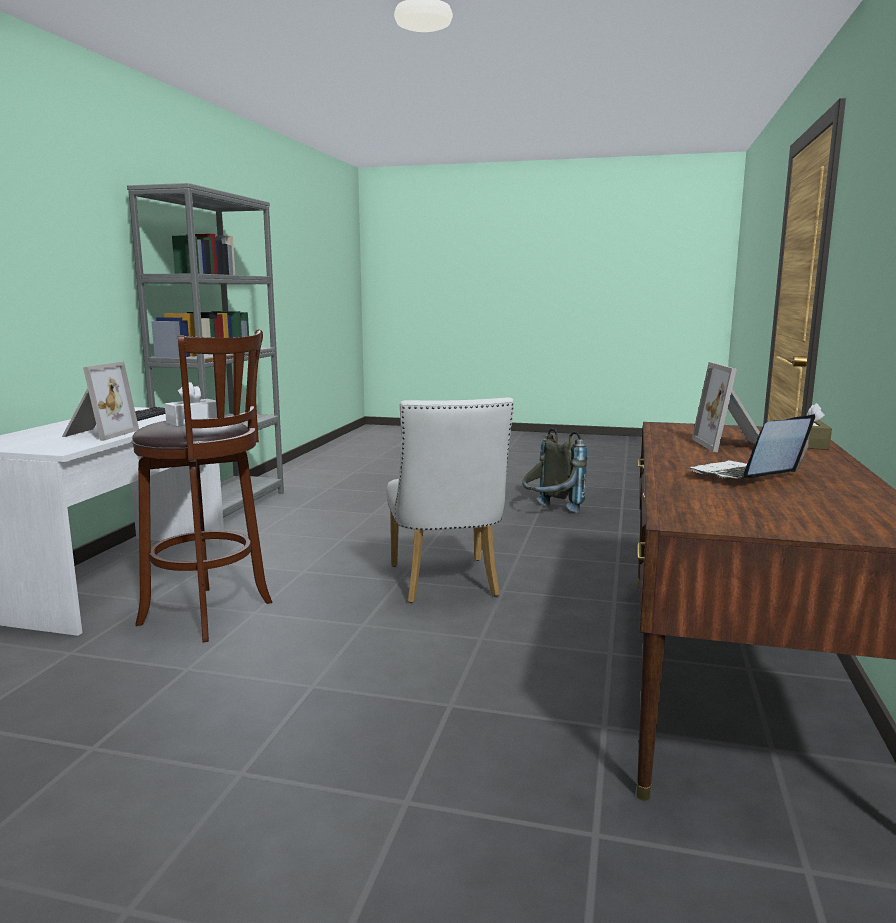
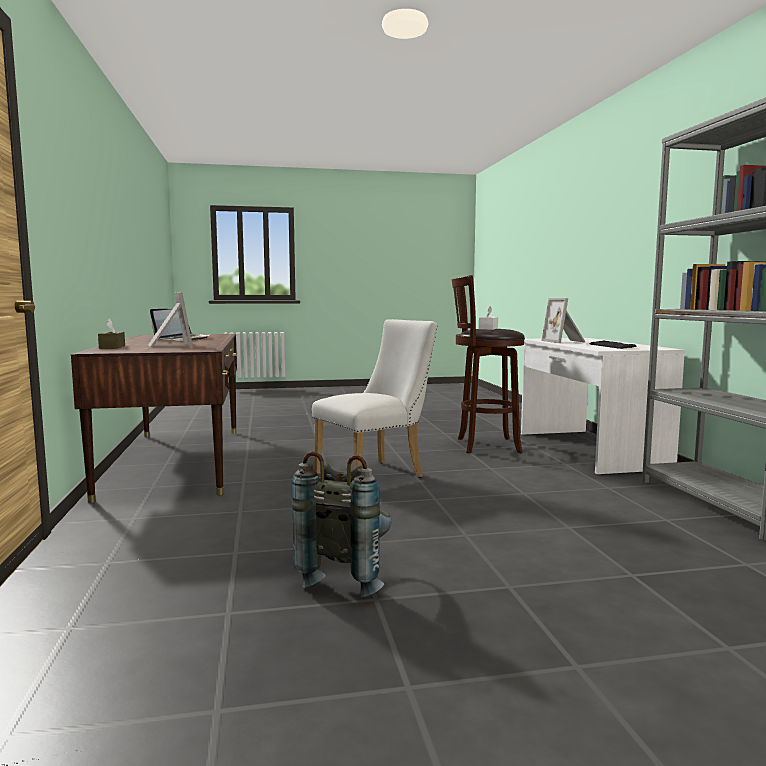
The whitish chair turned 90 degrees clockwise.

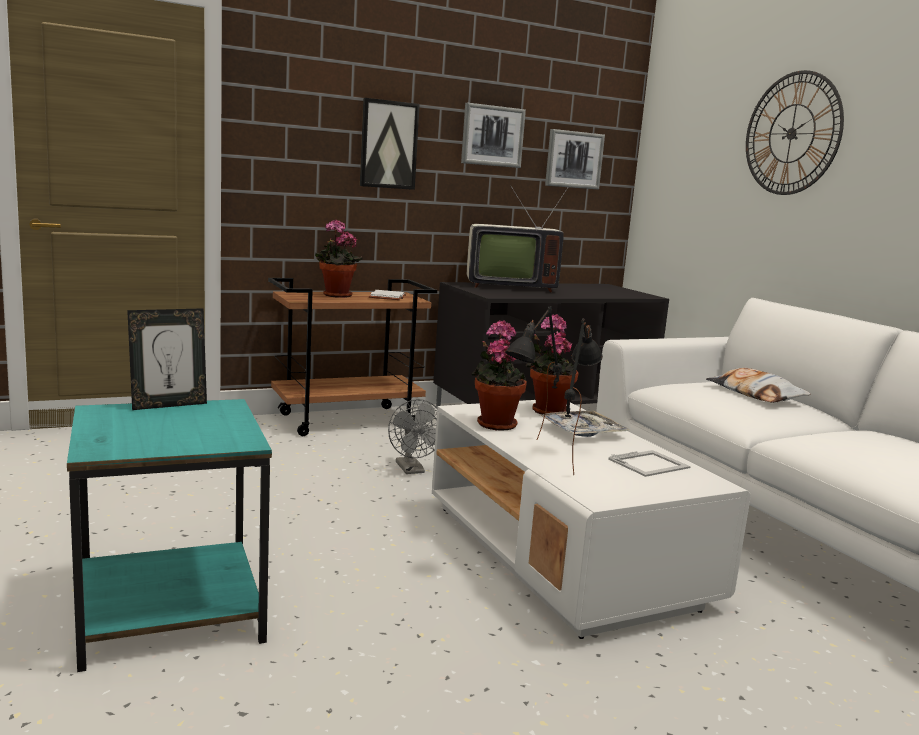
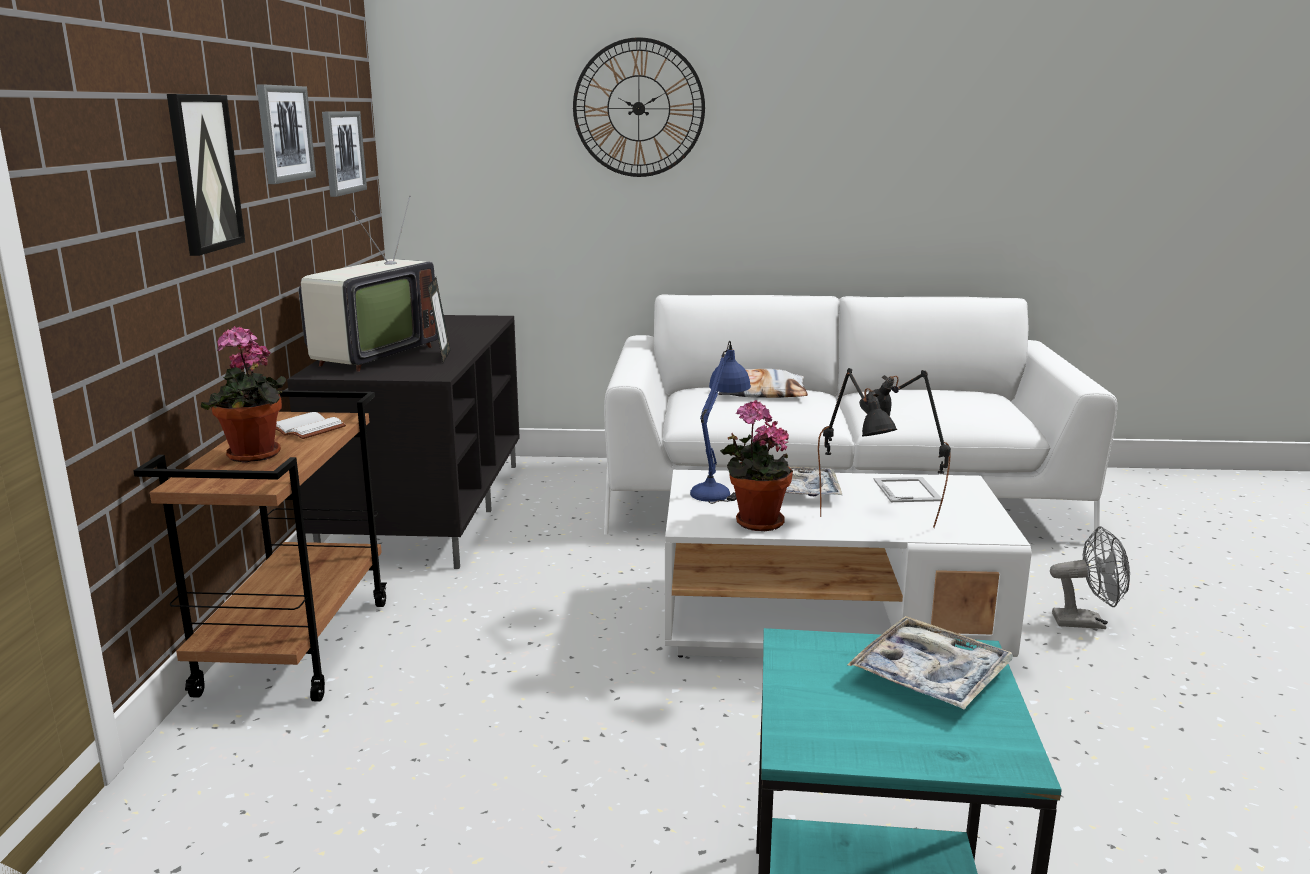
The carrying tray (2nd from left) appeared.
The picture frame (1st from left) moved.
The grey cooling fan moved.
The plant in a pot (3rd from left) was replaced by the blue-coloured table lamp.

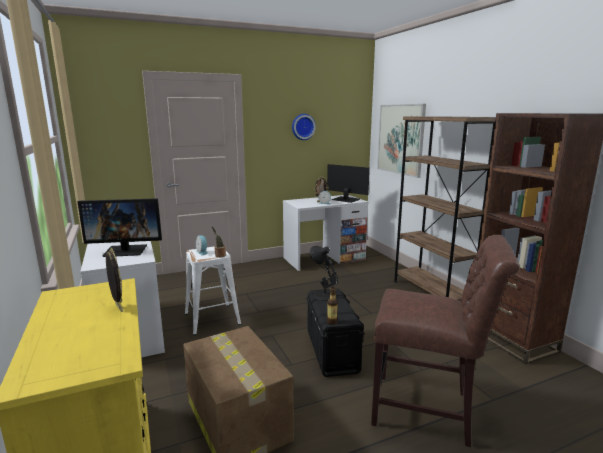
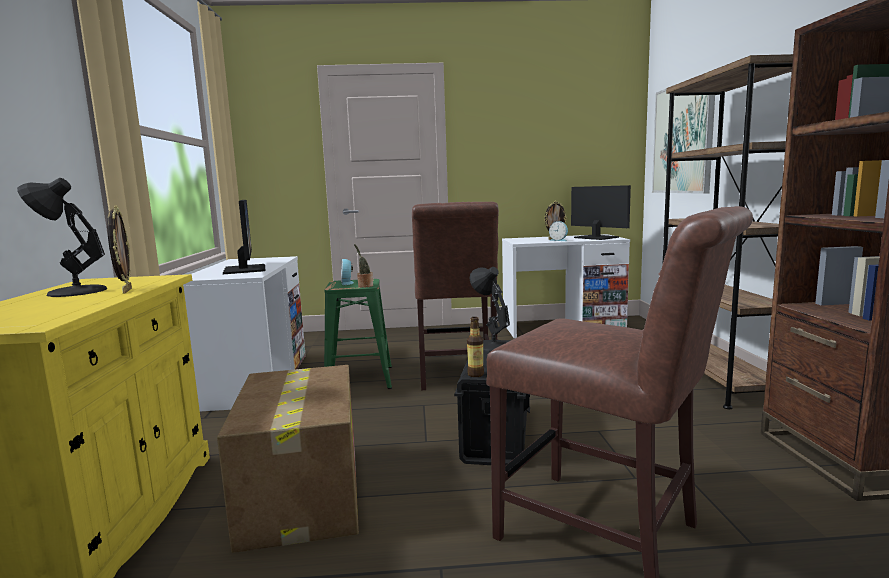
The clock on the wall disappeared.
The blackish table lamp (1st from left) appeared.
The brown-coloured chair (1st from left) appeared.
The whitish stool became the green stool.
The monitor (1st from left) turned 120 degrees counterclockwise.

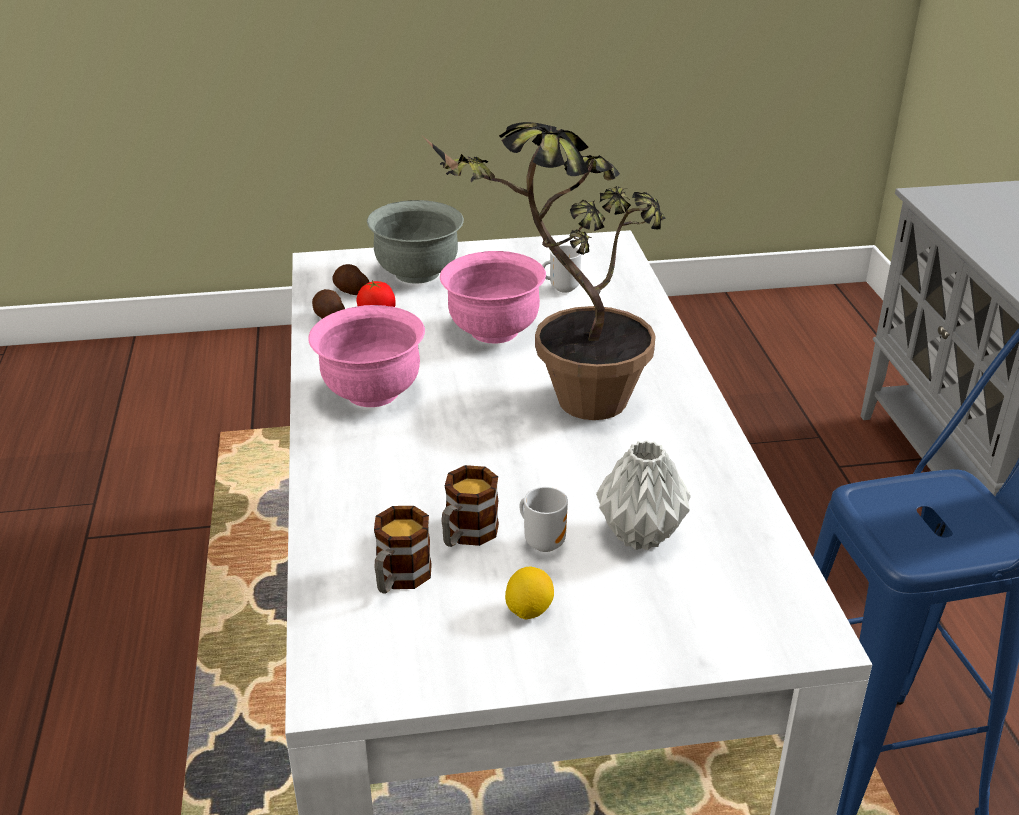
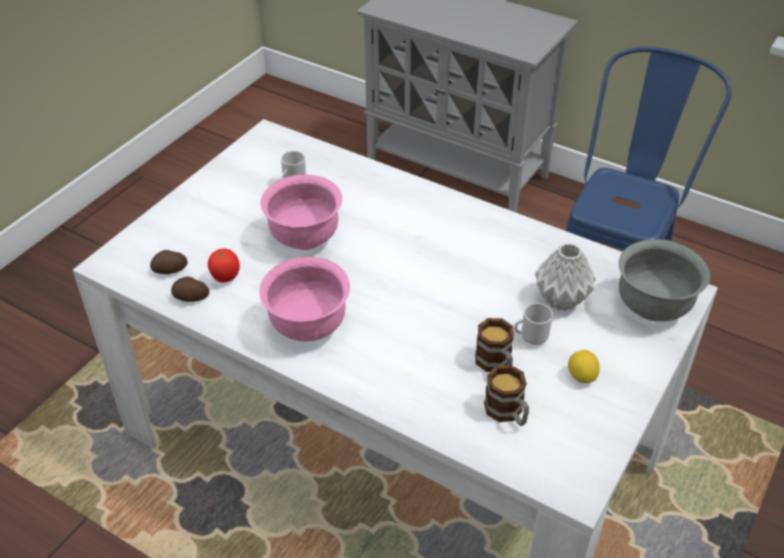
The plant in a pot disappeared.
The grey deep dish moved.

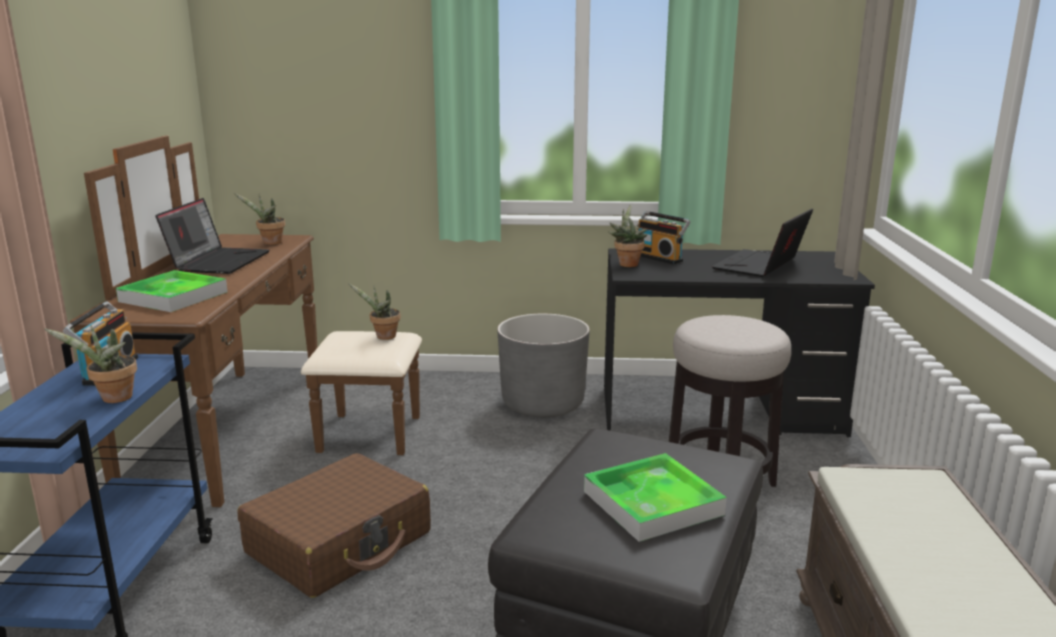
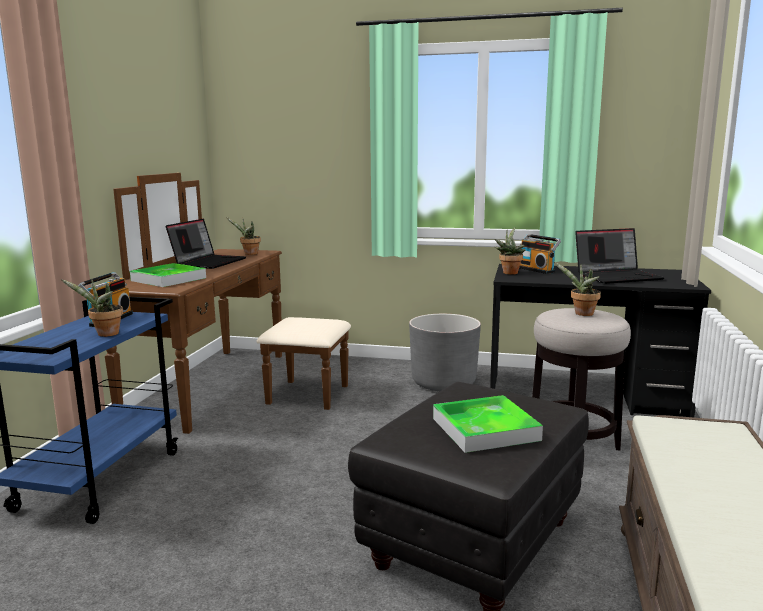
The brown-coloured suitcase disappeared.
The plant in a pot (3rd from left in the first image) moved.
The portable computer (2nd from left) turned 150 degrees counterclockwise.

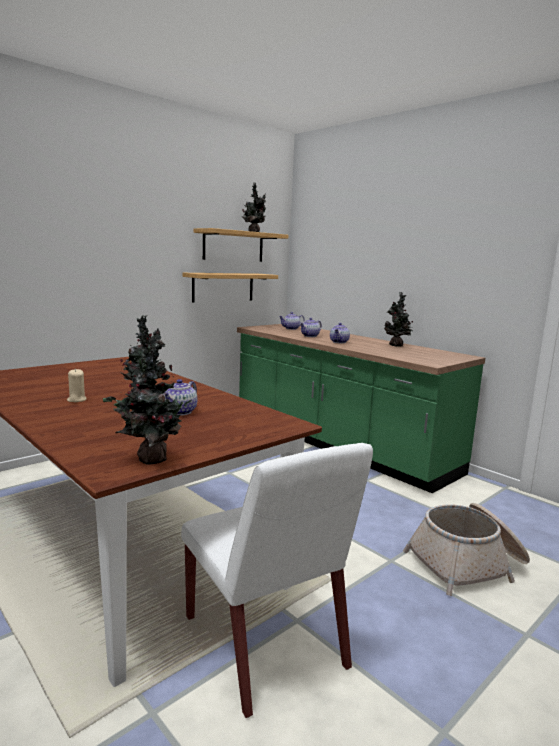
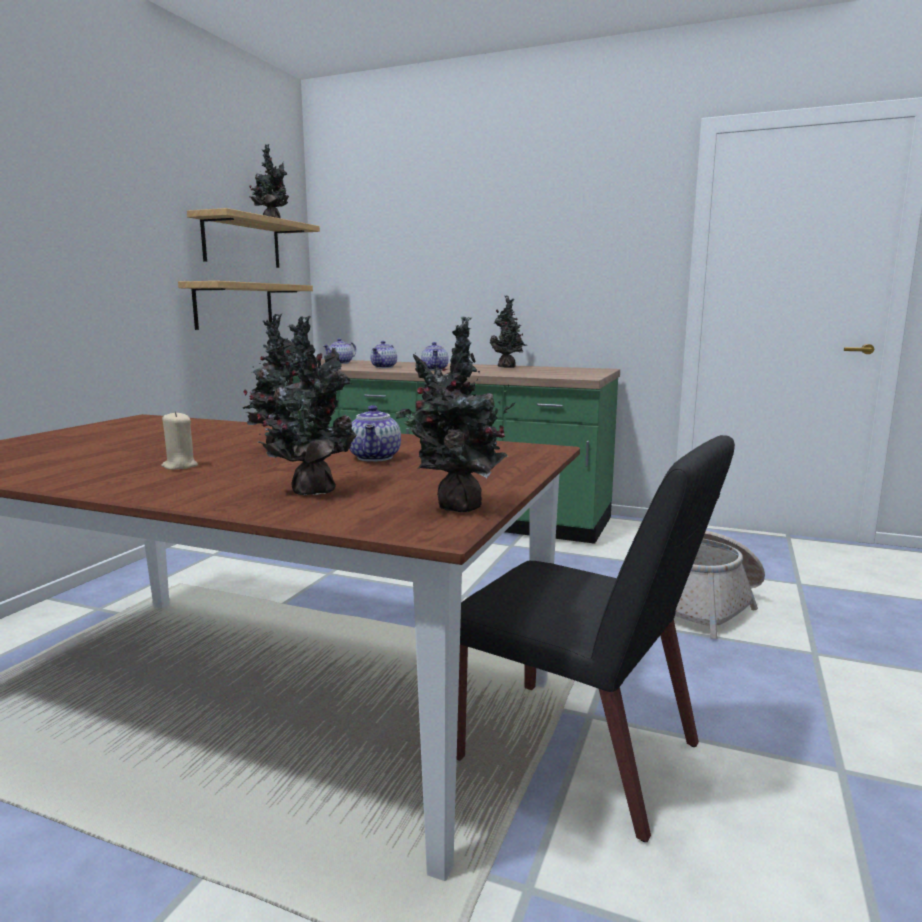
The plant in a pot (3rd from left) appeared.
The whitish chair became the blackish chair.

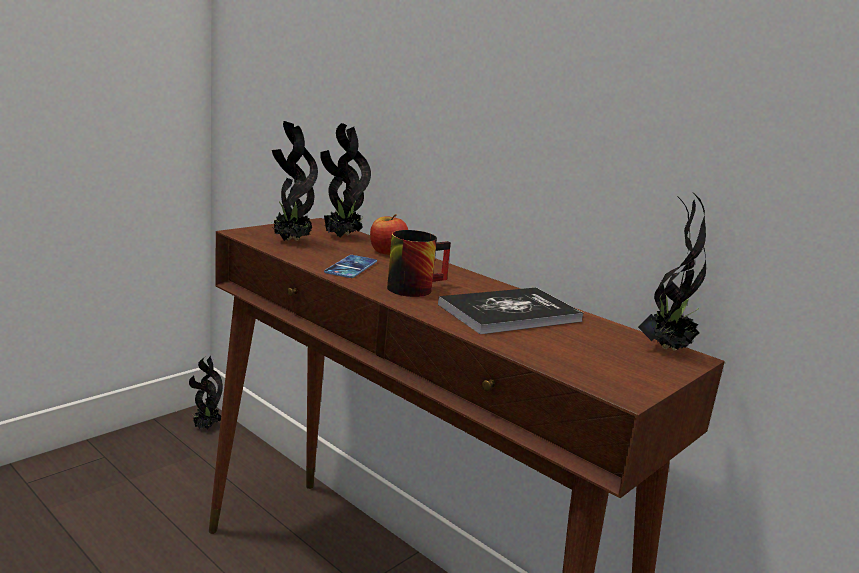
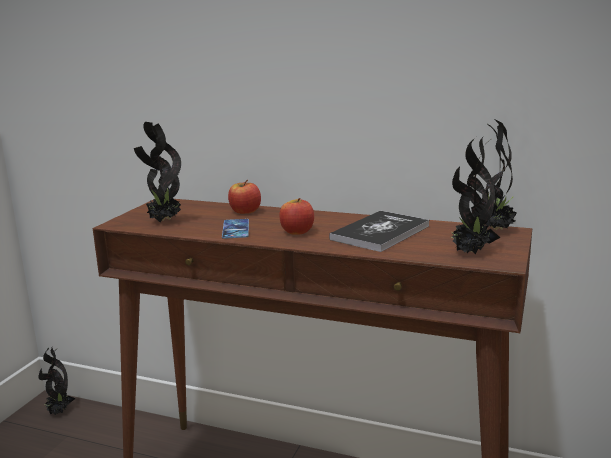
The plant in a pot (3rd from left) moved.
The coffee mug was replaced by the apple fruit (2nd from left).

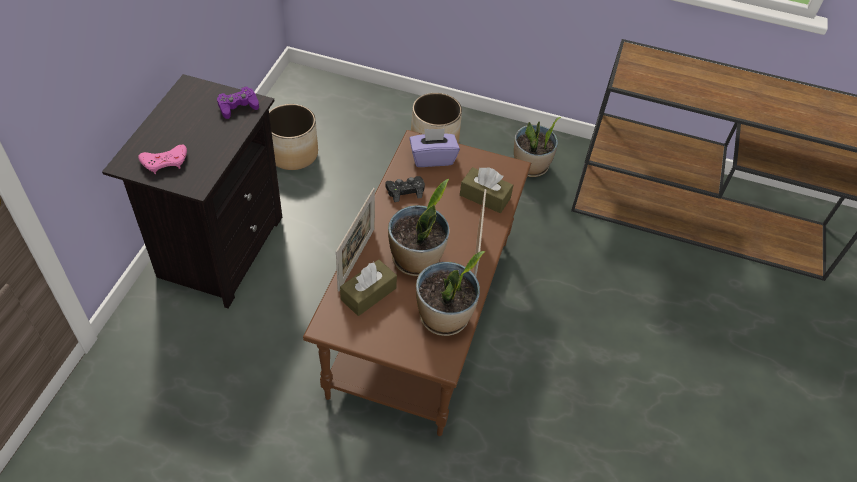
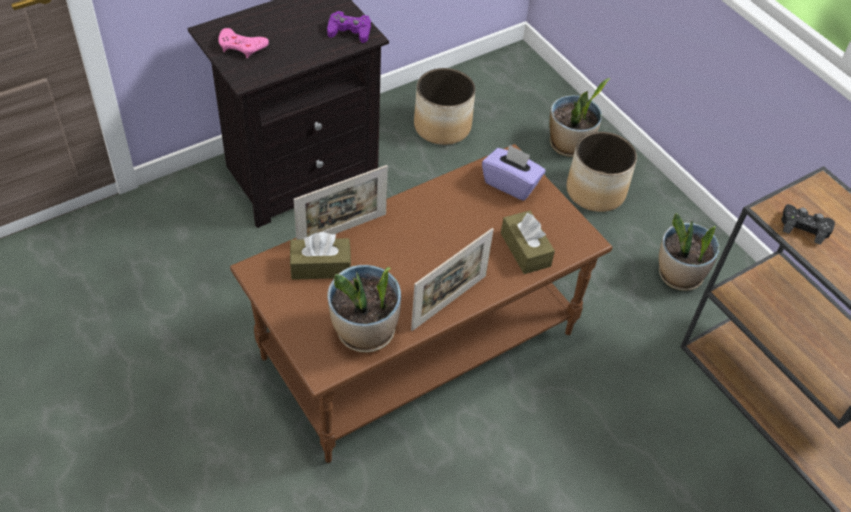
The blackish joypad moved.
The plant in a pot (1st from left in the first image) moved.

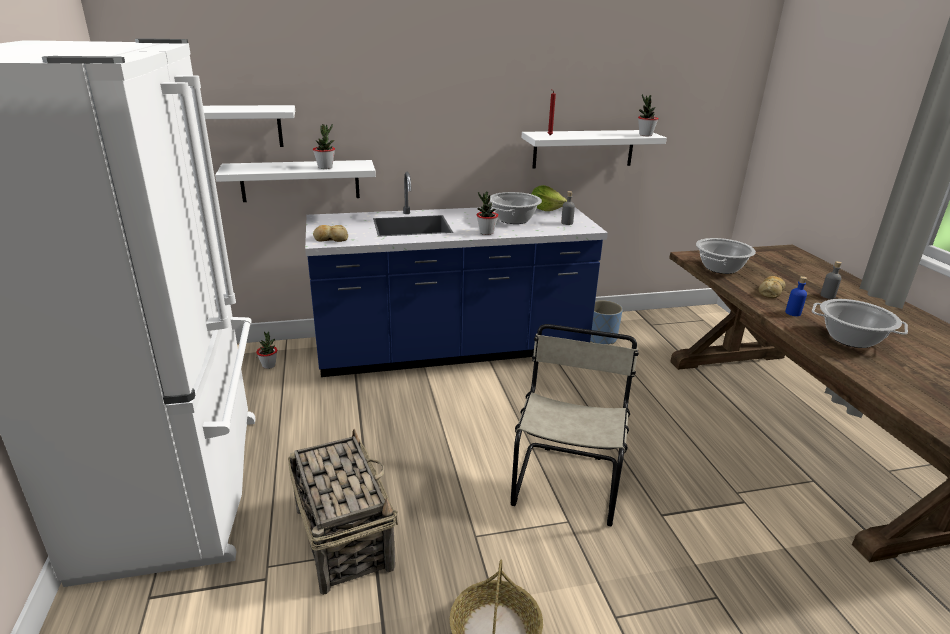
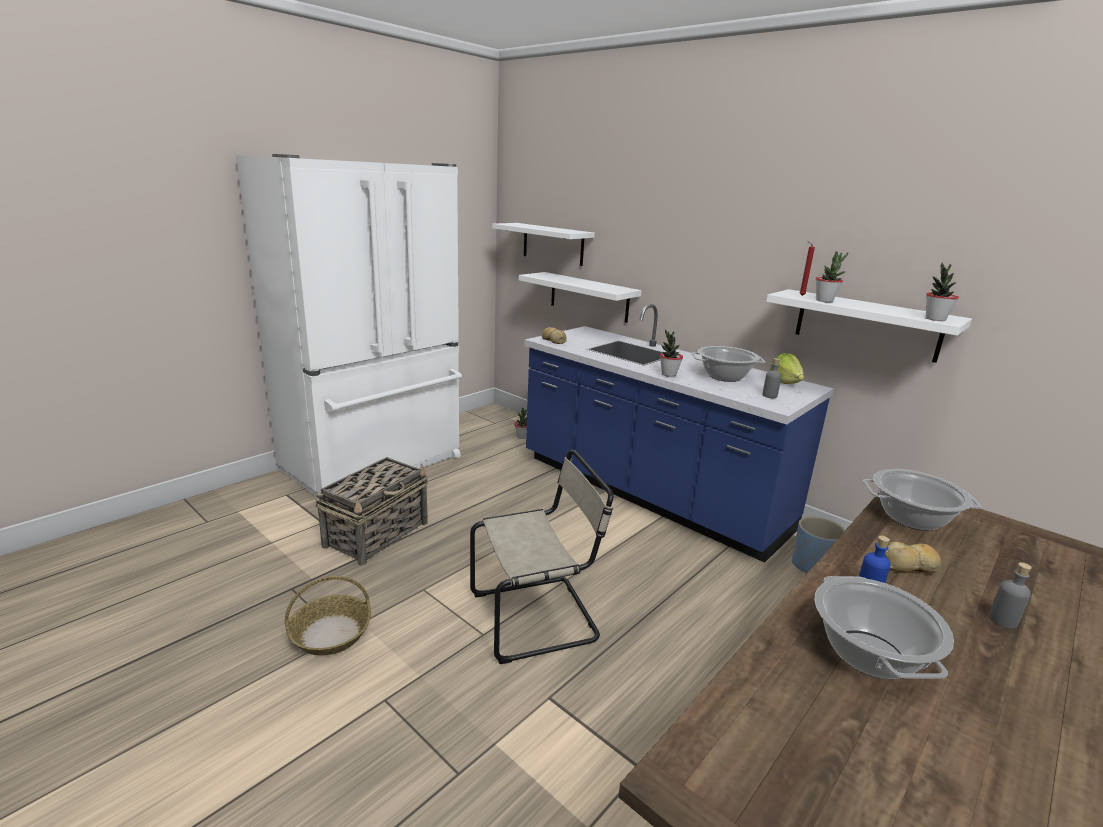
The plant in a pot (2nd from left in the first image) moved.

